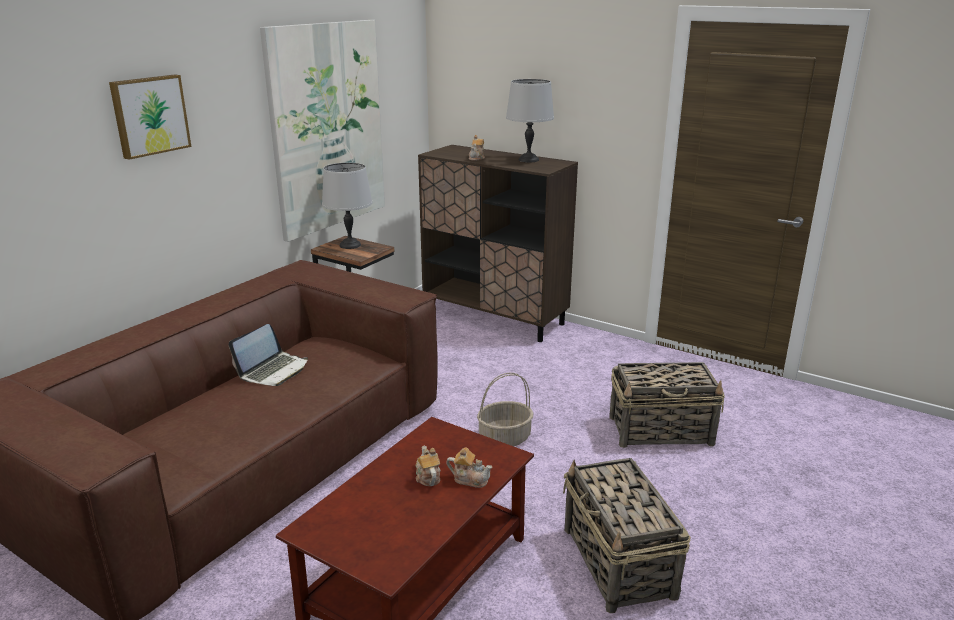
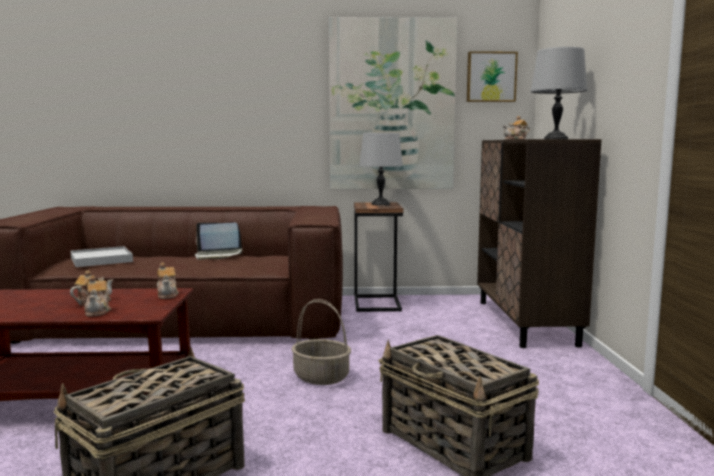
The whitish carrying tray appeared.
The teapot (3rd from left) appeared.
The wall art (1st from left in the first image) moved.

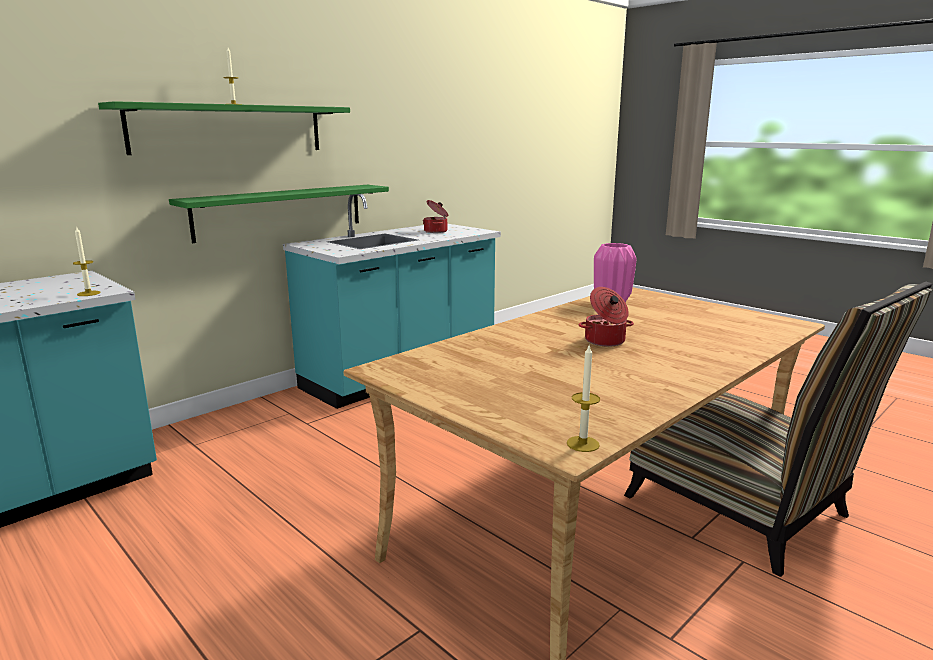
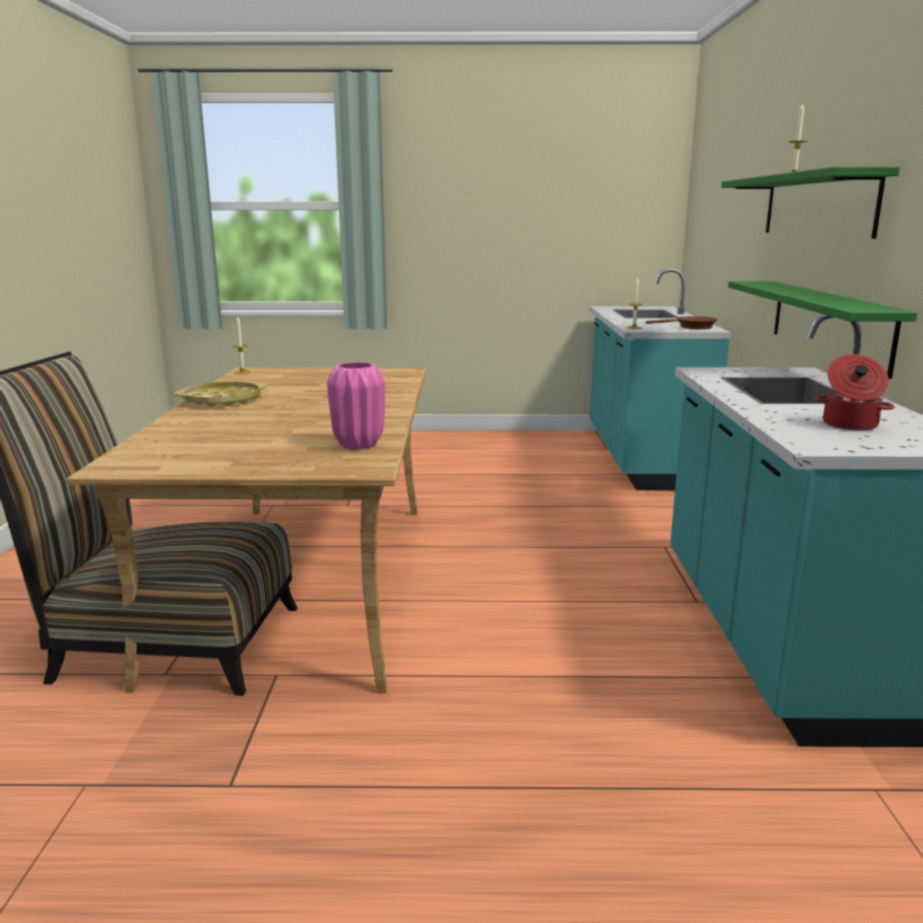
The stockpot (2nd from left) disappeared.
The yellow-coloured carrying tray appeared.
The brown-coloured skillet appeared.

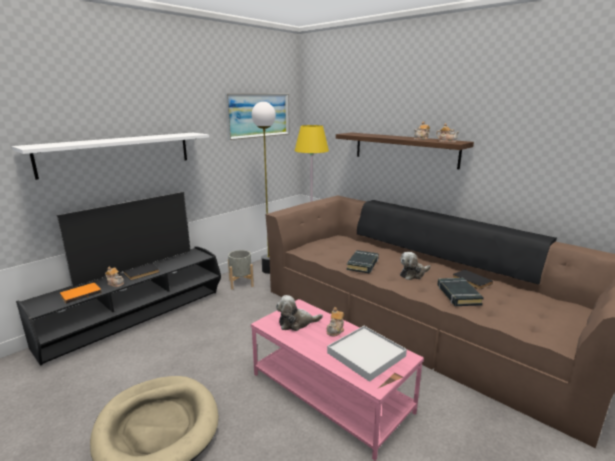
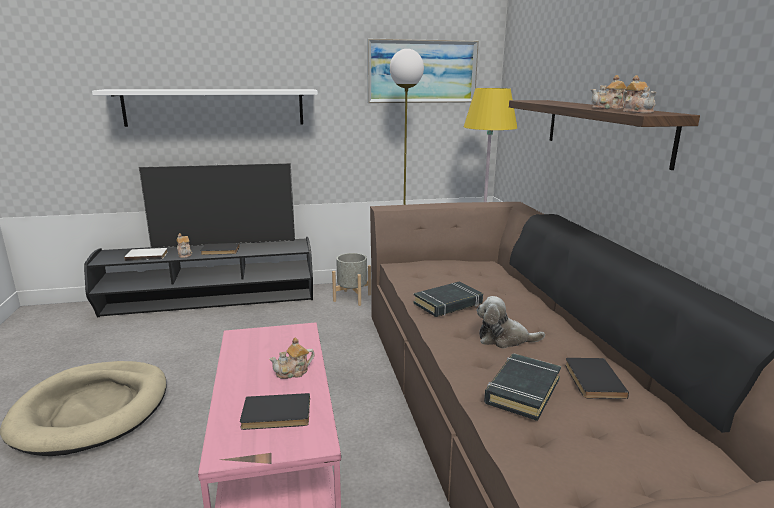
The cuddly toy (1st from left) disappeared.
The whitish carrying tray was replaced by the blackish bound book (2nd from left).
The orange-coloured bound book became the whitish bound book.

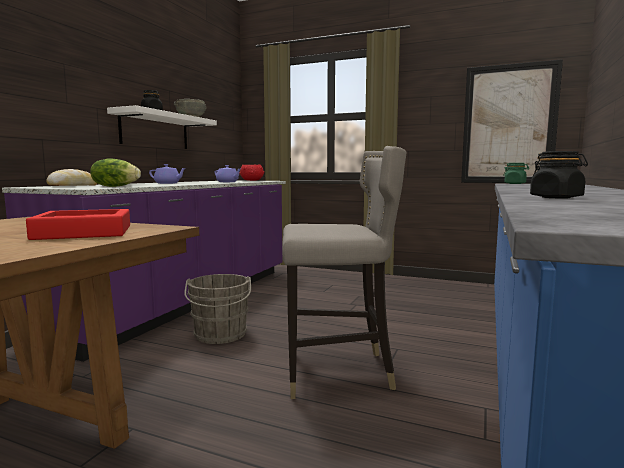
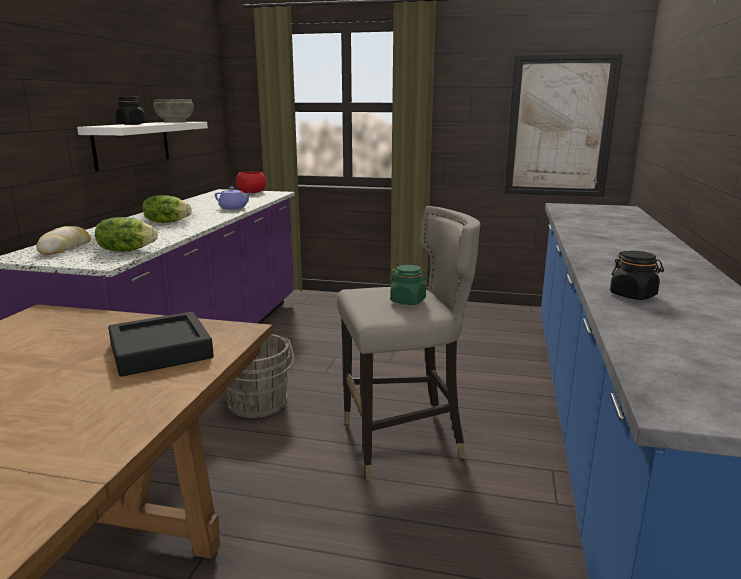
The green preserve jar moved.
The purplish teapot (1st from left) was replaced by the lettuce head (2nd from left).
The red carrying tray became the blackish carrying tray.

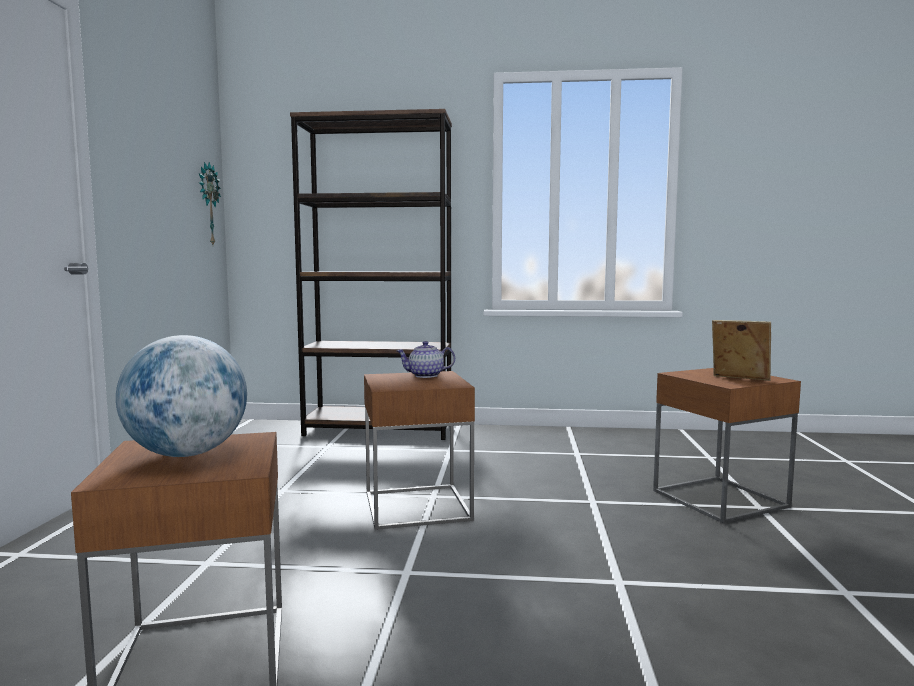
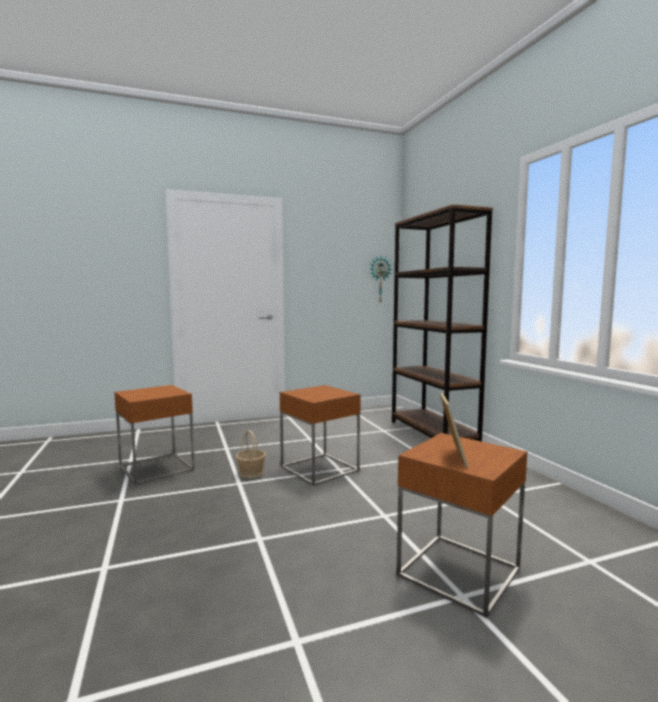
The globe disappeared.
The teapot disappeared.
The household basket appeared.

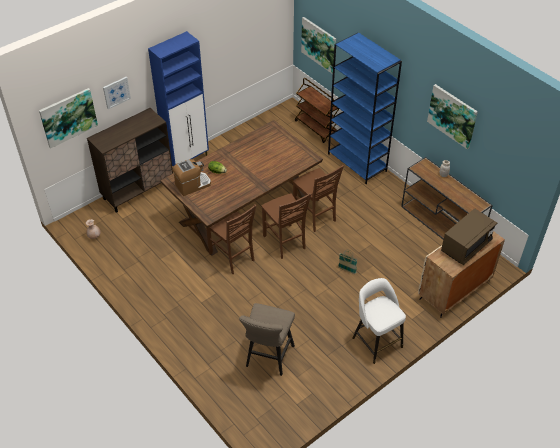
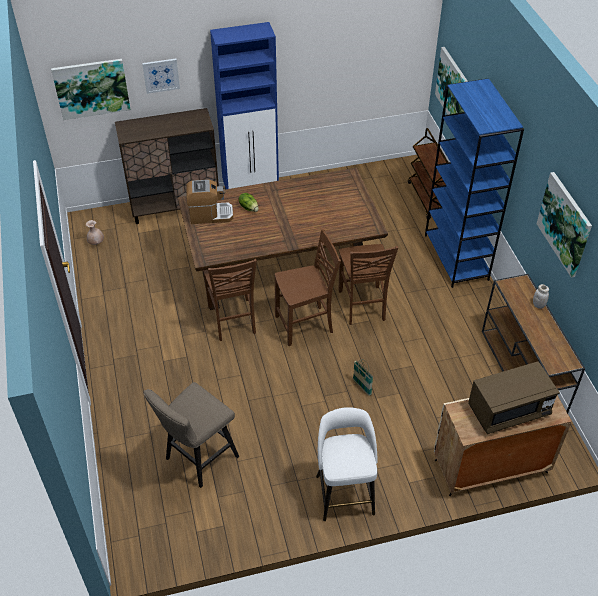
The brown-coloured chair (2nd from left) turned 105 degrees counterclockwise.

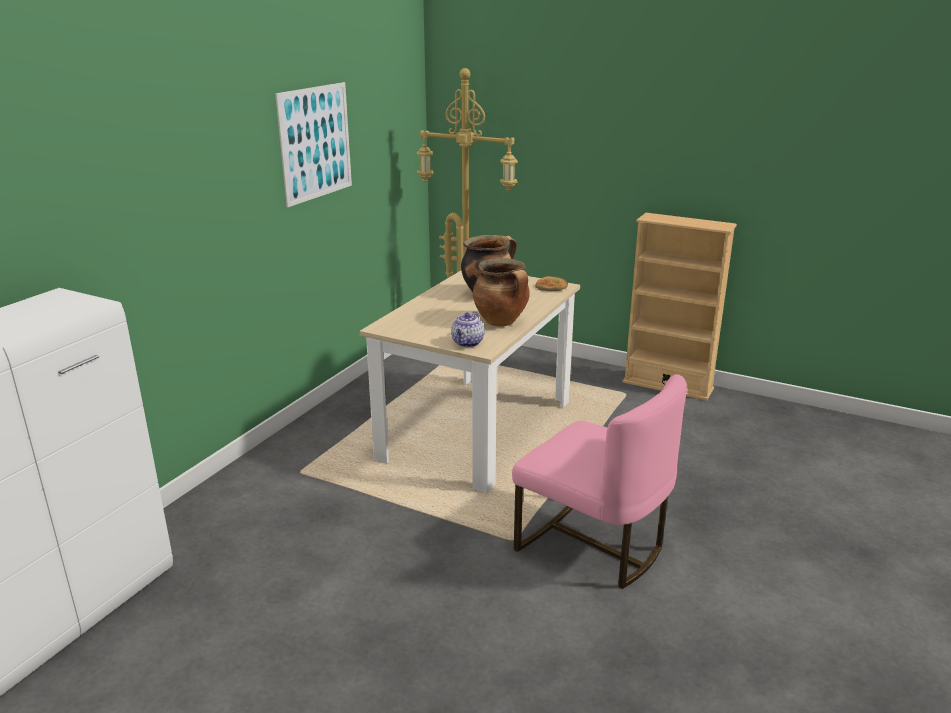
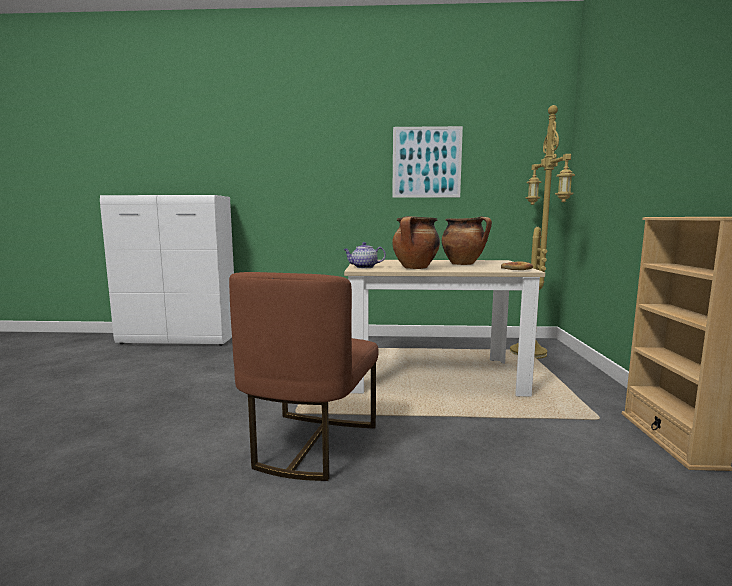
The pinkish chair became the brown-coloured chair.

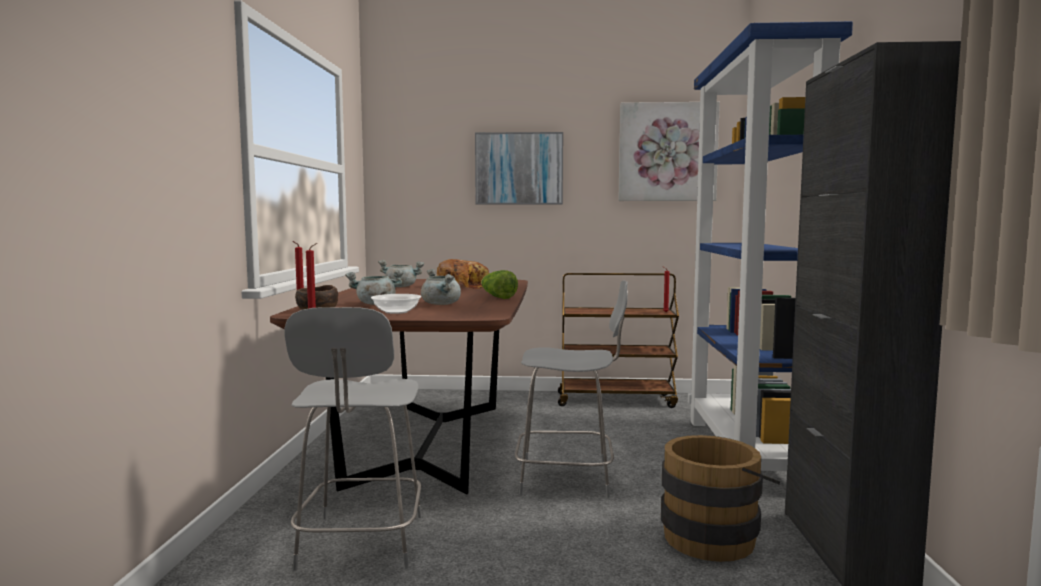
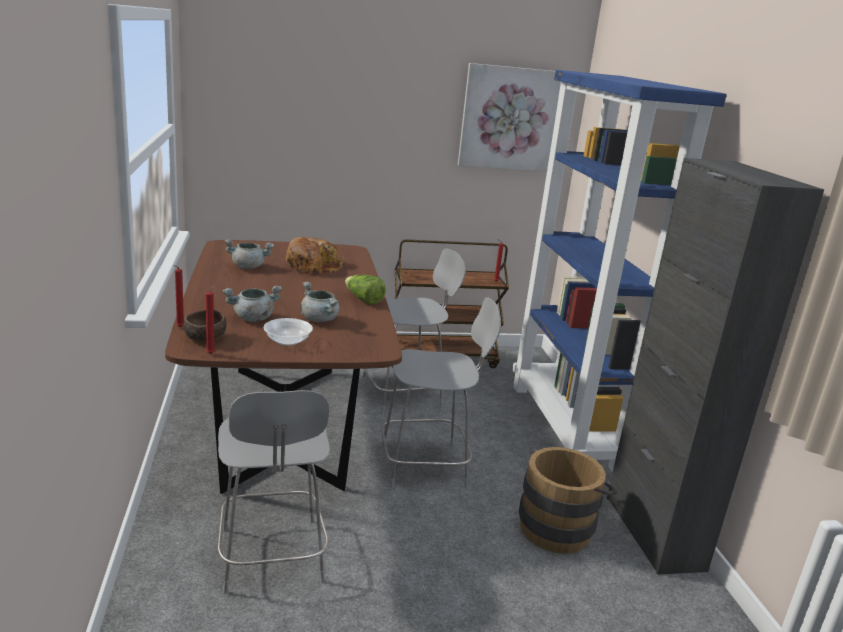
The wall art (1st from left) disappeared.
The grey chair (2nd from left) appeared.

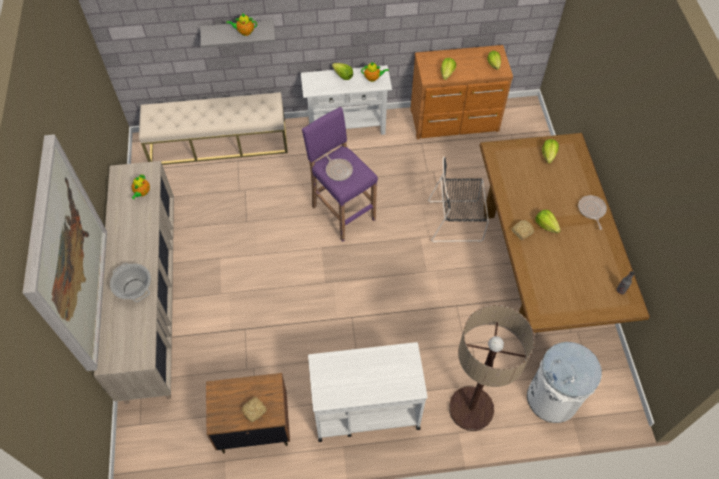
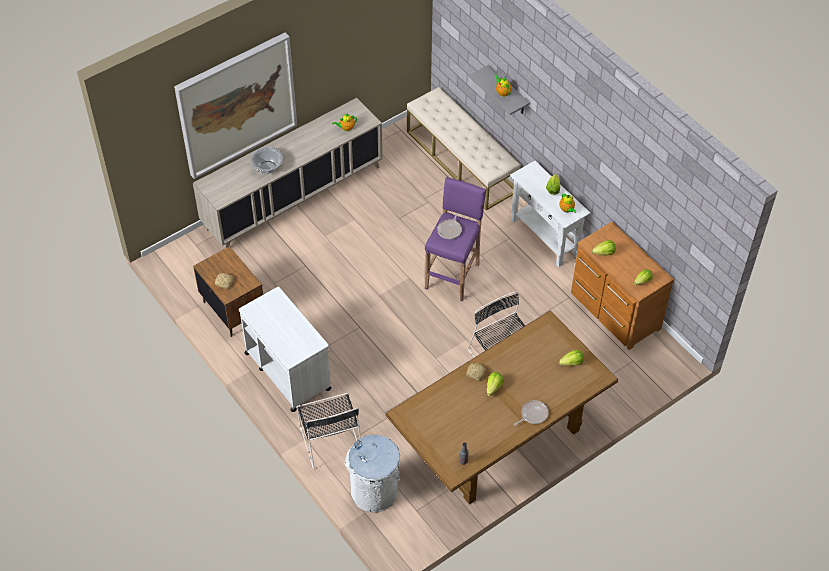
The floor lamp was replaced by the blackish chair (1st from left).

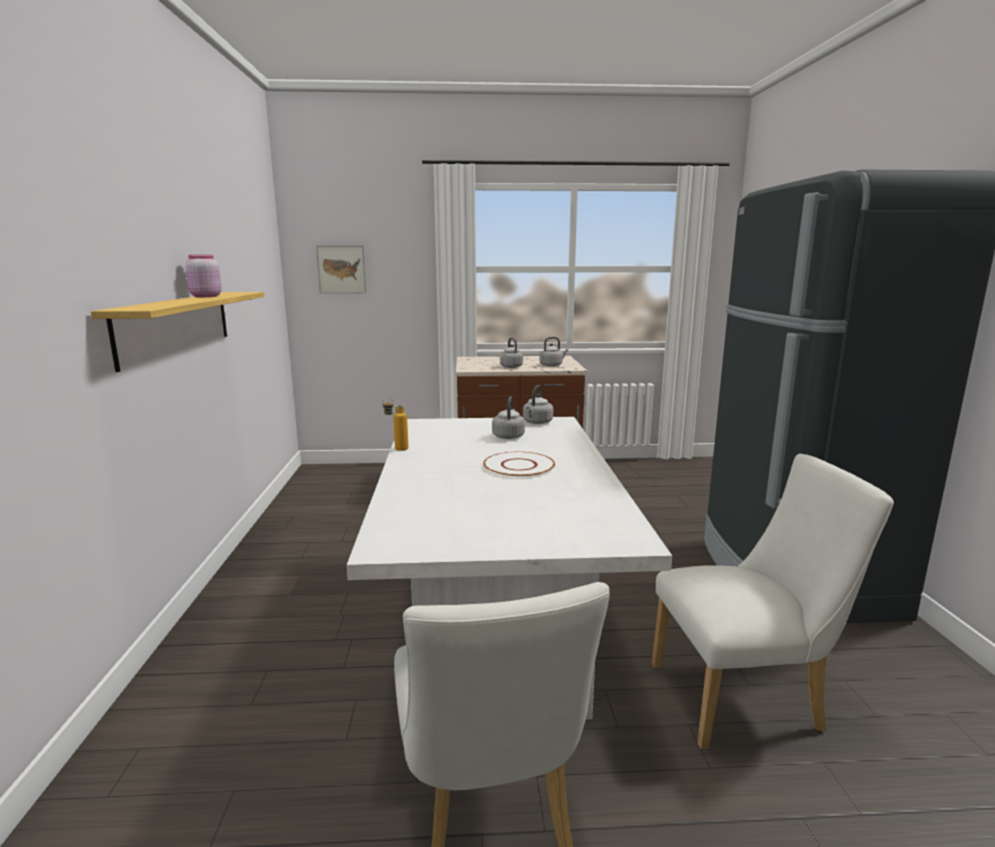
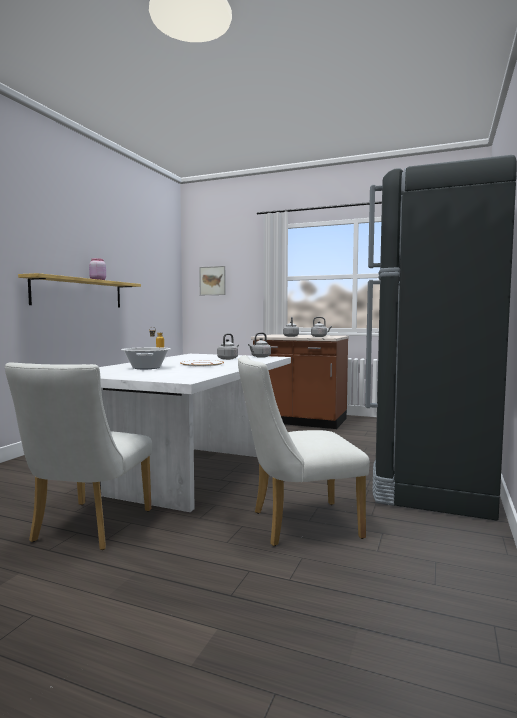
The stockpot appeared.
The whitish chair (2nd from left) turned 150 degrees clockwise.

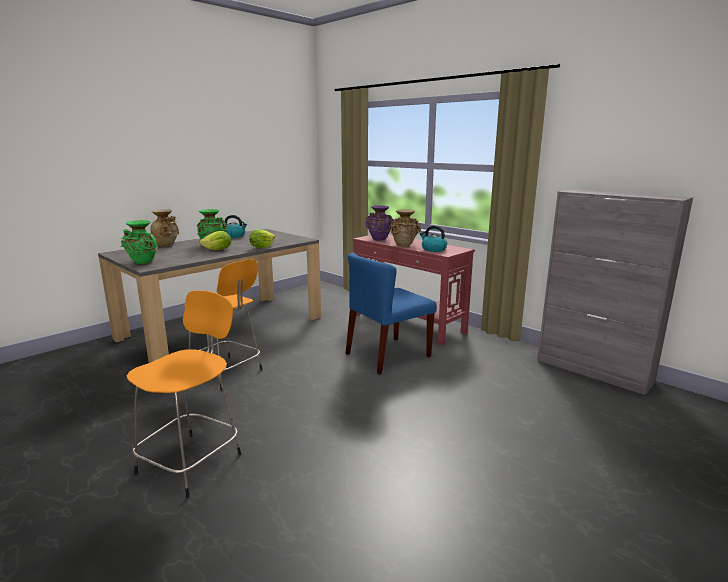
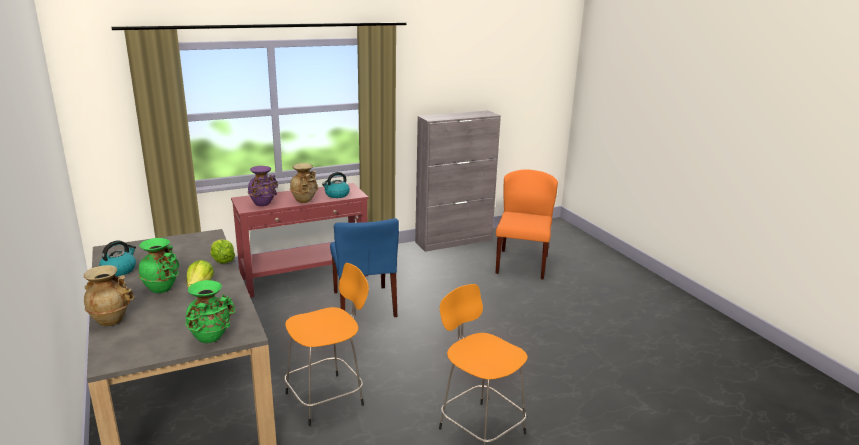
The orange-coloured chair appeared.

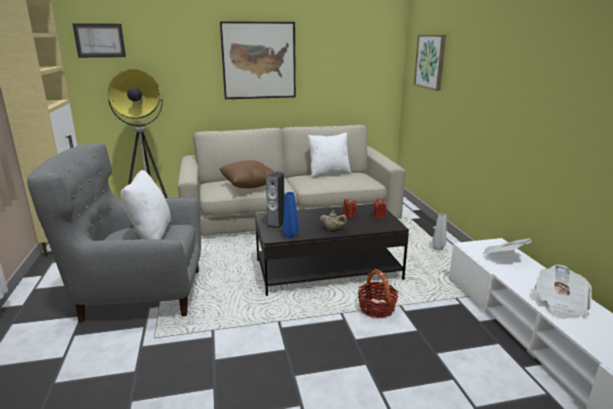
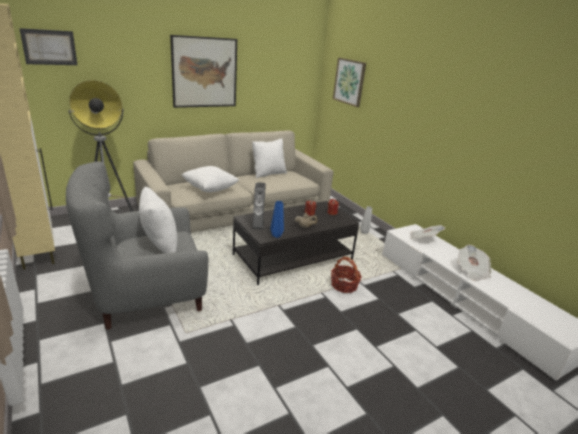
The brown-coloured throw pillow became the whitish throw pillow (2nd from left).

